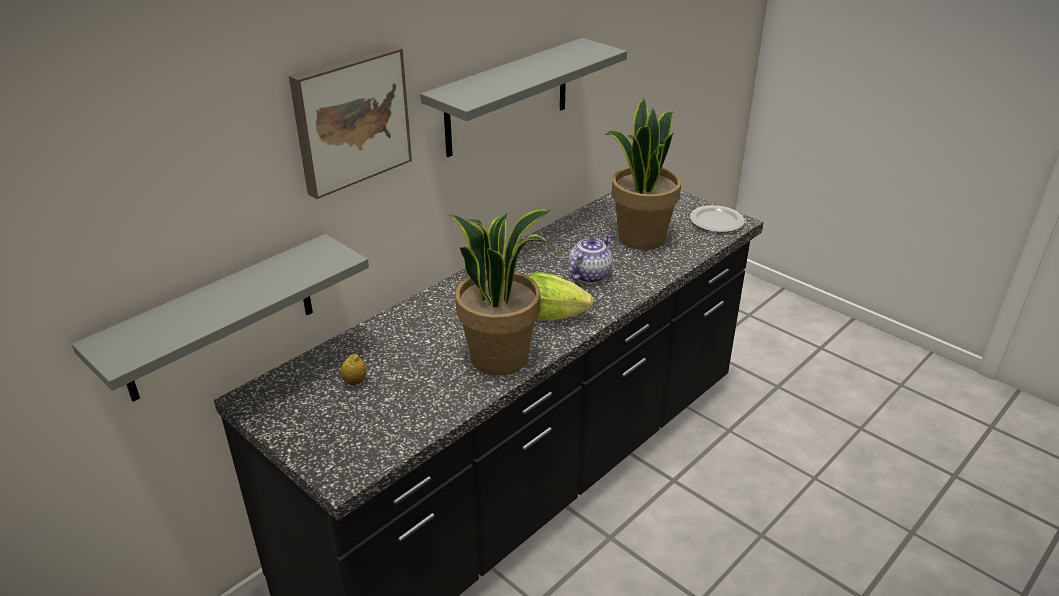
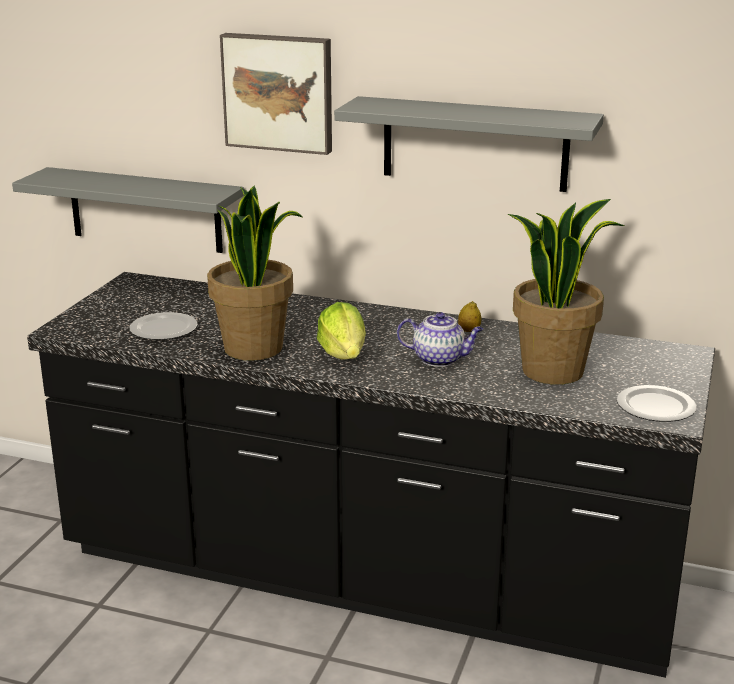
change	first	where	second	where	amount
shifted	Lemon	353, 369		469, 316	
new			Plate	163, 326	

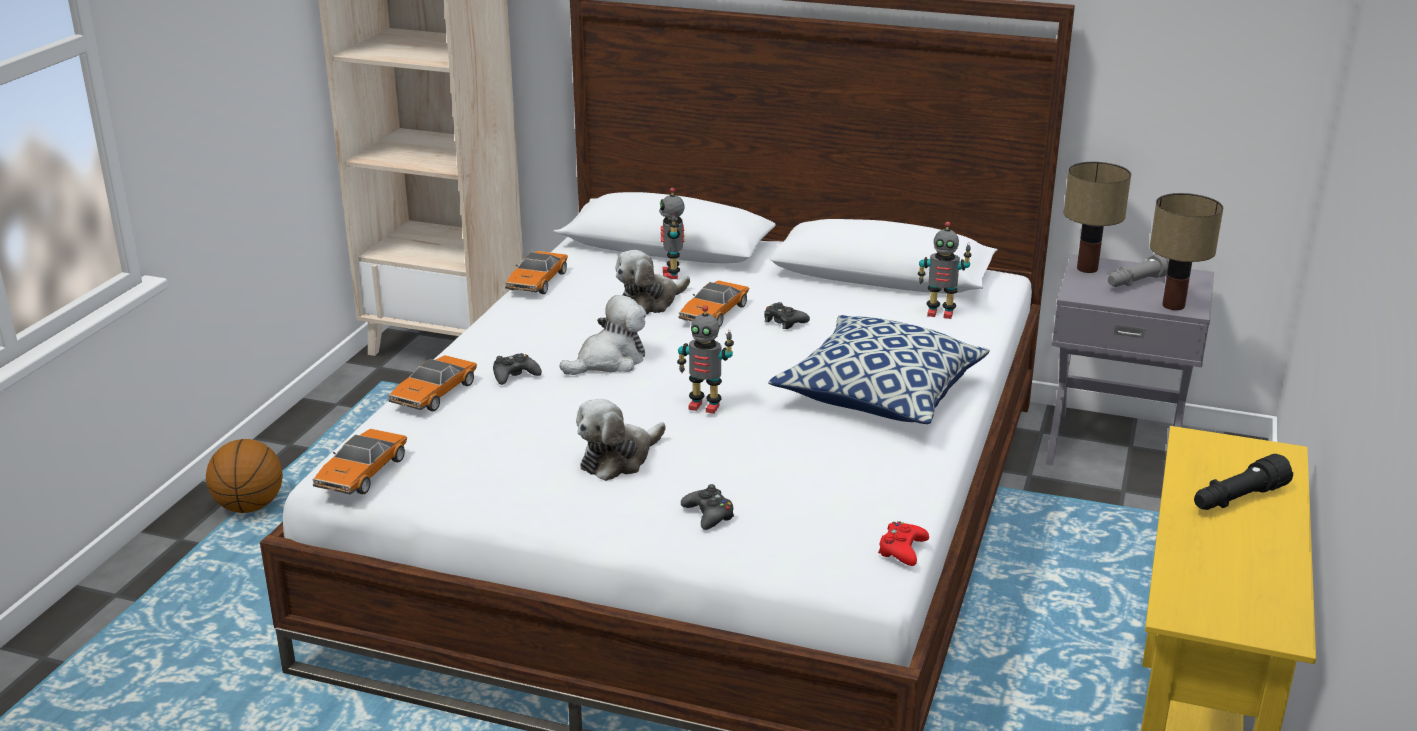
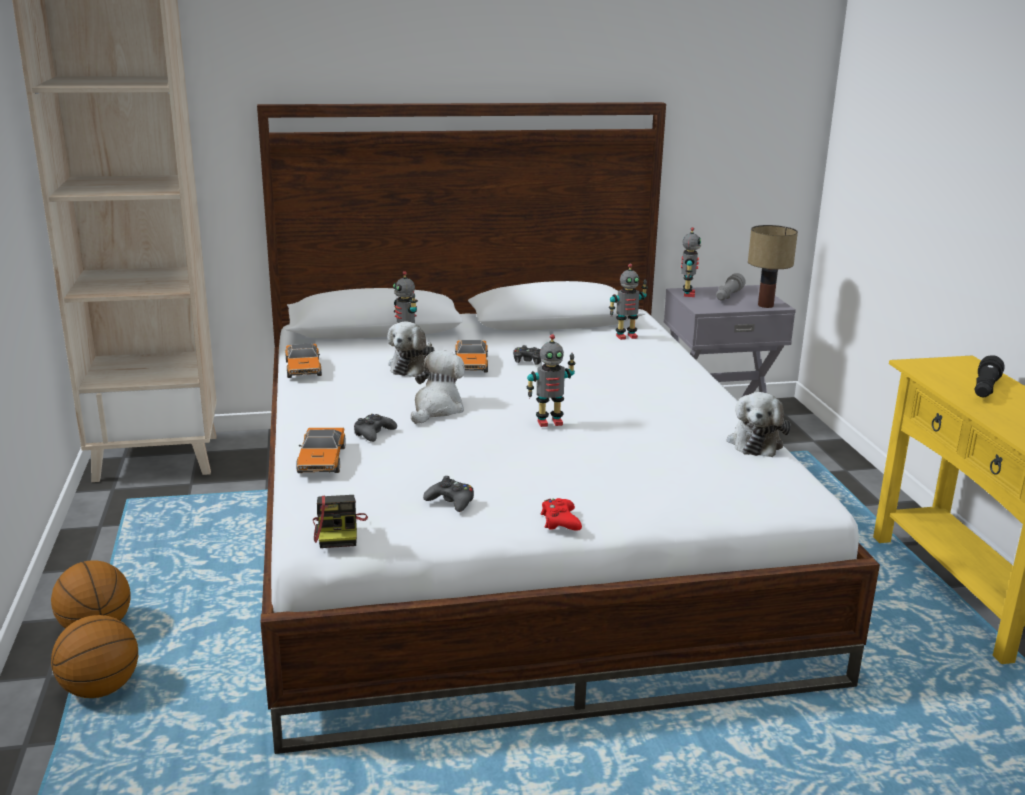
change	first	where	second	where	amount
swapped	MiniatureCar	360, 461	PhotoCamera	340, 521	
shifted	CuddlyToy	621, 440		759, 424	
shifted	BlackGameController	707, 507		448, 494	
gone	ThrowPillow	879, 369			
shifted	RedGameController	903, 543		561, 514	
swapped	TabletopLamp	1097, 217	ModelRobot	691, 262	
new			BallForBasketball	94, 656	

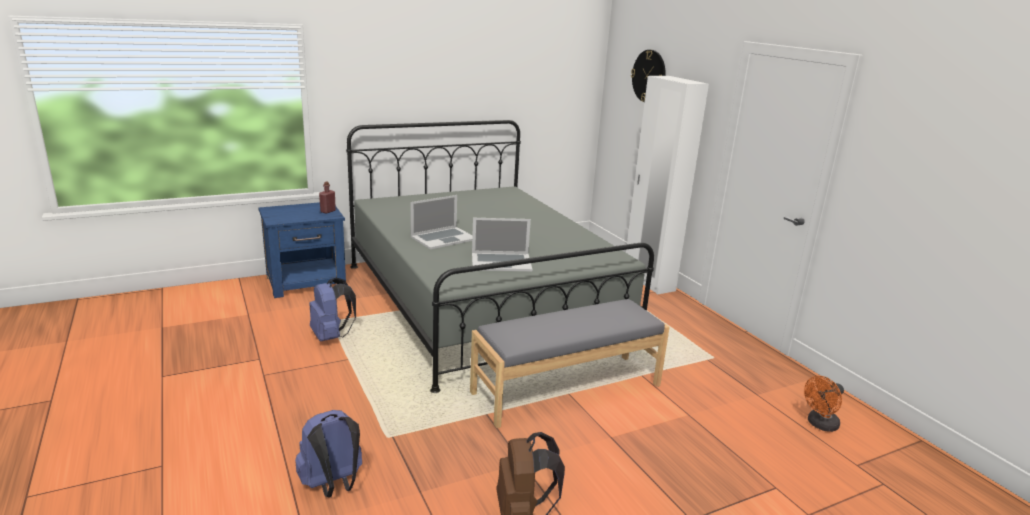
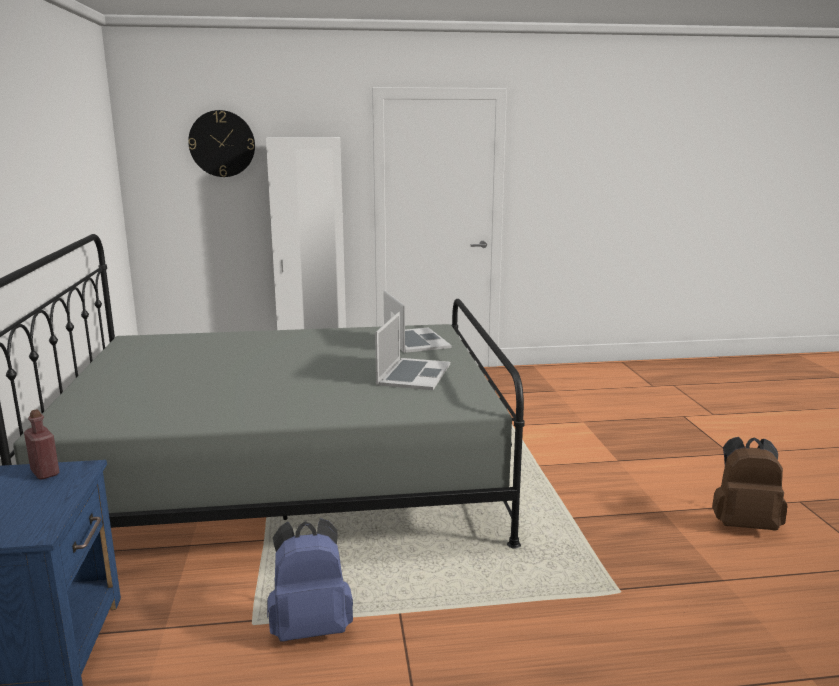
change	first	where	second	where	amount
gone	BlueBackpack	328, 454			
shifted	NotebookComputer	441, 222		418, 321	
gone	GreyishBench	570, 363			
gone	OrangeyFan	824, 404			

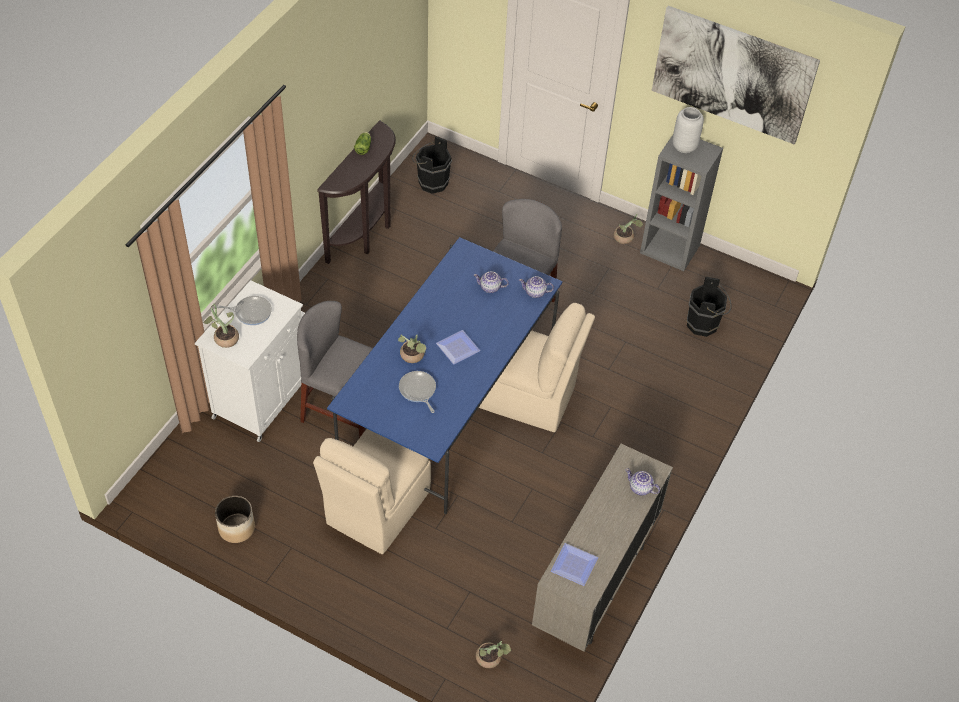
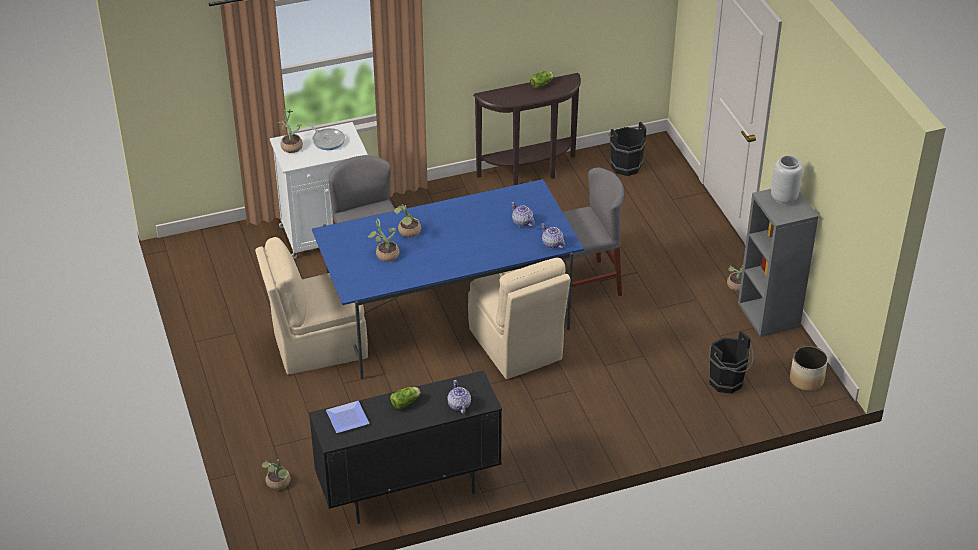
change	first	where	second	where	amount
shifted	Planter	235, 519		809, 368	
swapped	Skillet	417, 392	PlantInAPot	383, 240	
gone	Plate	458, 347			
repainted	BeigeColouredCupboard	602, 547	BlackCupboard	405, 447	
gone	WallArt	736, 75			
new			HeadOfLettuce	405, 398	

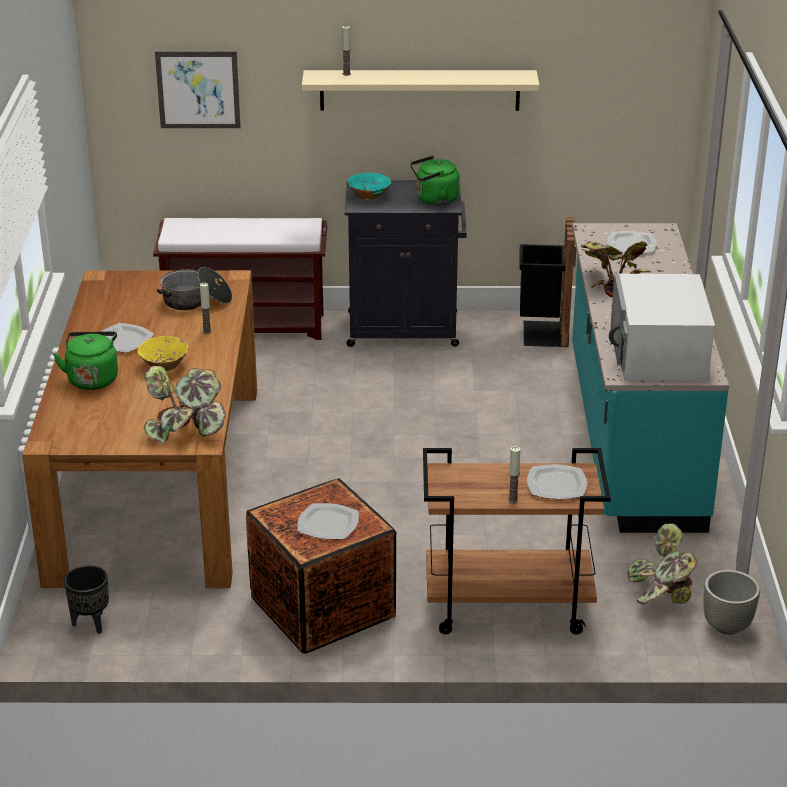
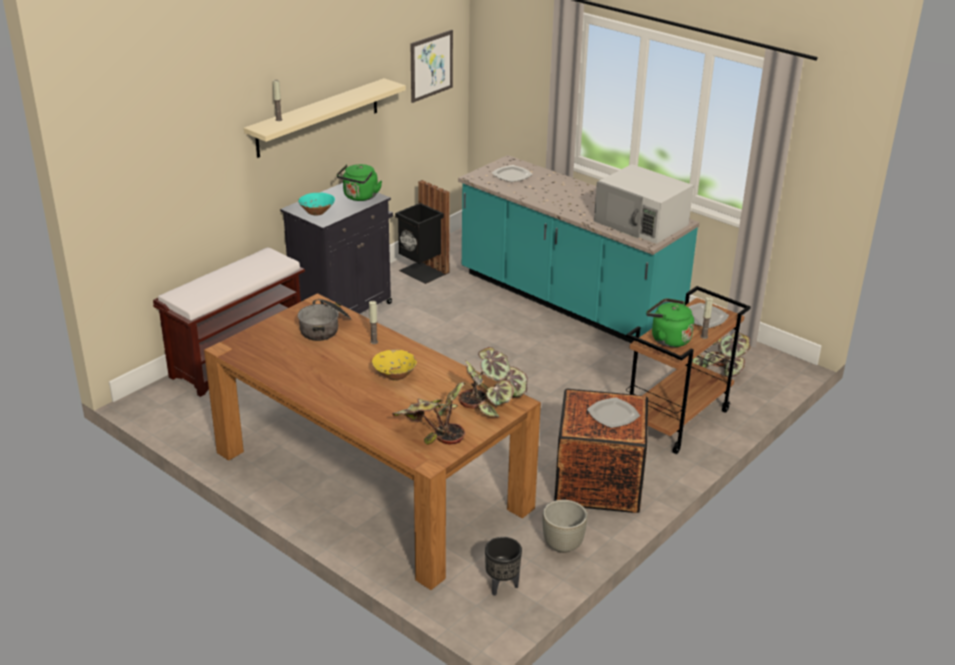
change	first	where	second	where	amount
shifted	GreenKettle	85, 360		670, 322	
gone	Plate	127, 338			
shifted	WallArt	198, 89		432, 66	
shifted	PlantInAPot	615, 269		428, 413	
shifted	GreyishPlanter	731, 602		565, 526	

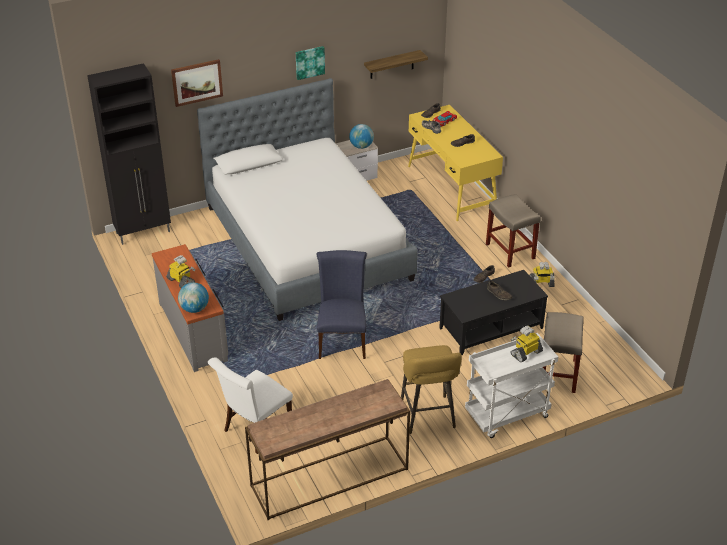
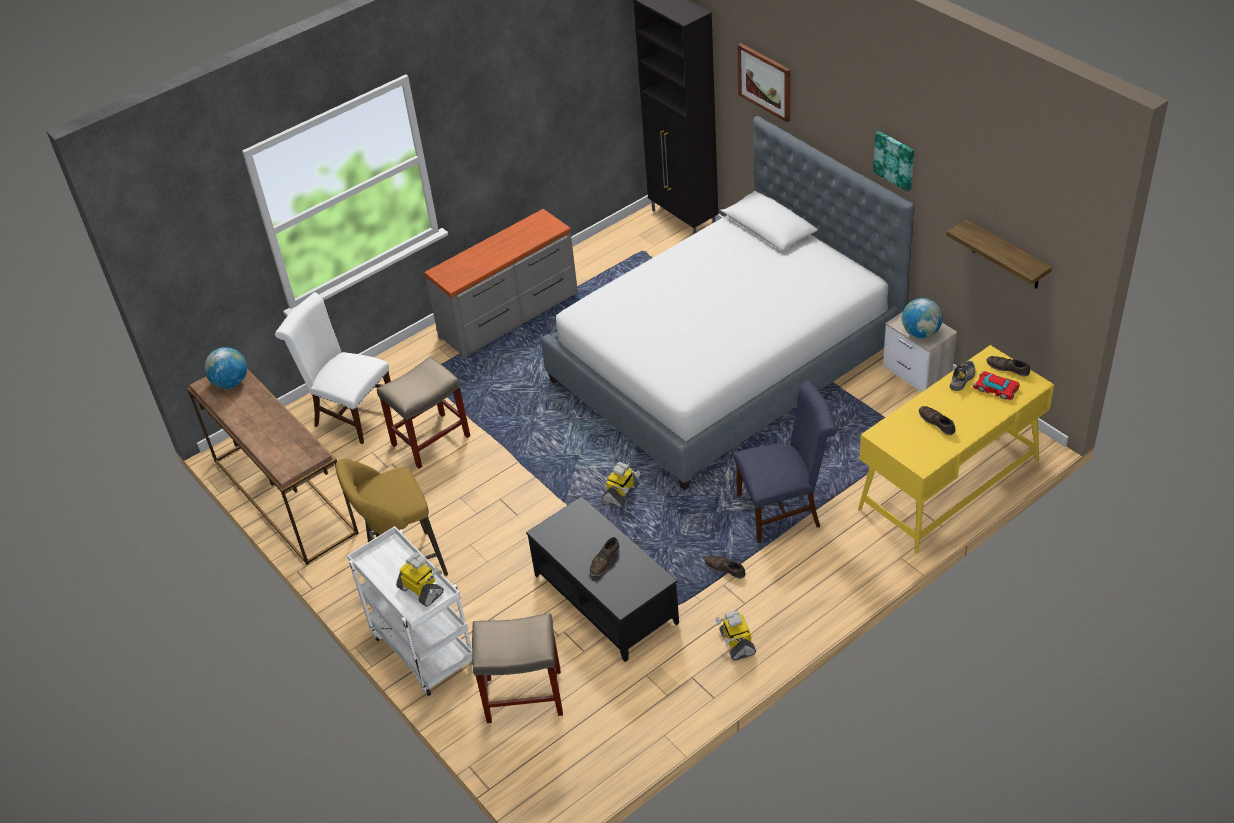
change	first	where	second	where	amount
shifted	ModelRobot	180, 271		621, 485	
shifted	DeskGlobe	193, 297		225, 368	
shifted	BlueUprightChair	341, 304		785, 461	
shifted	BeigeColouredStool	513, 231		423, 413	

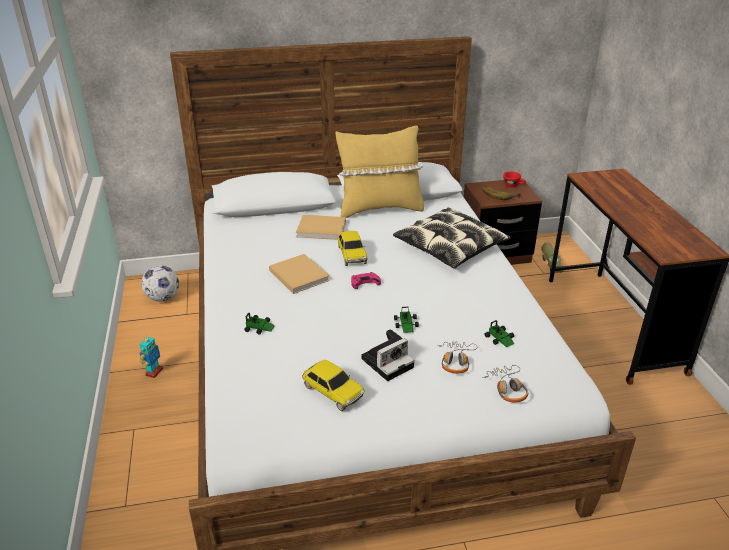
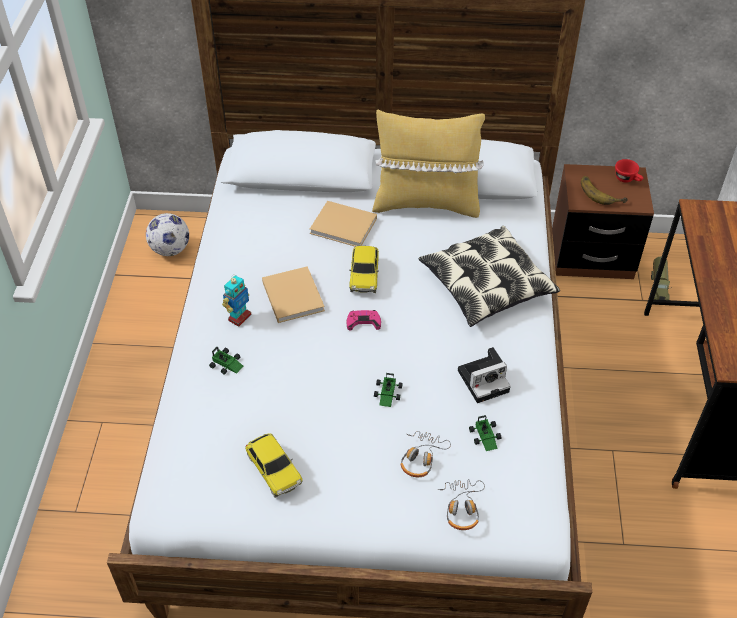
change	first	where	second	where	amount
shifted	ModelRobot	151, 356		236, 300	
shifted	PhotoCamera	388, 355		484, 375	

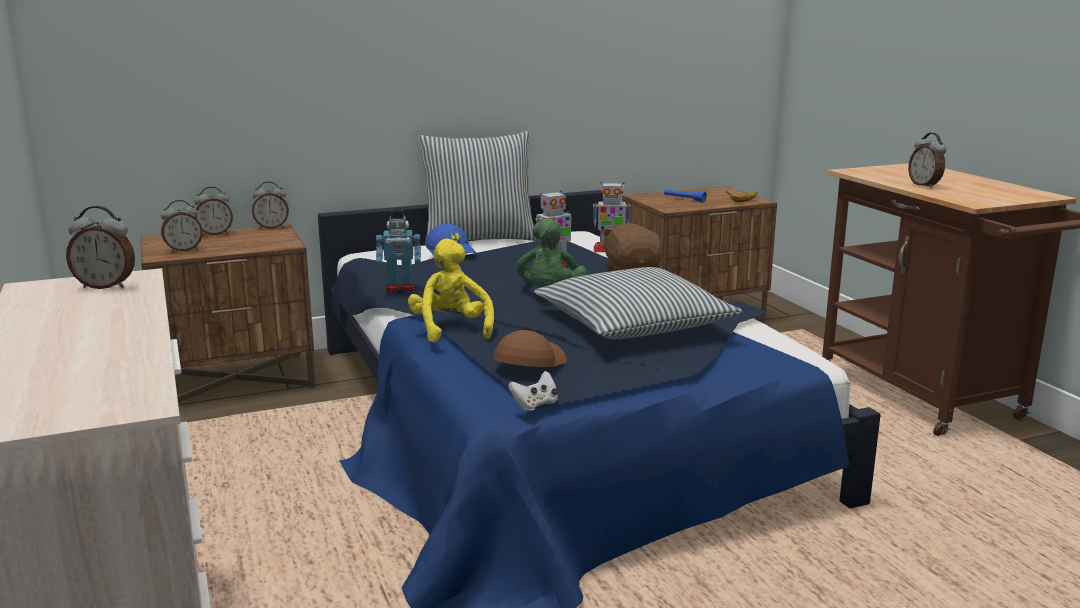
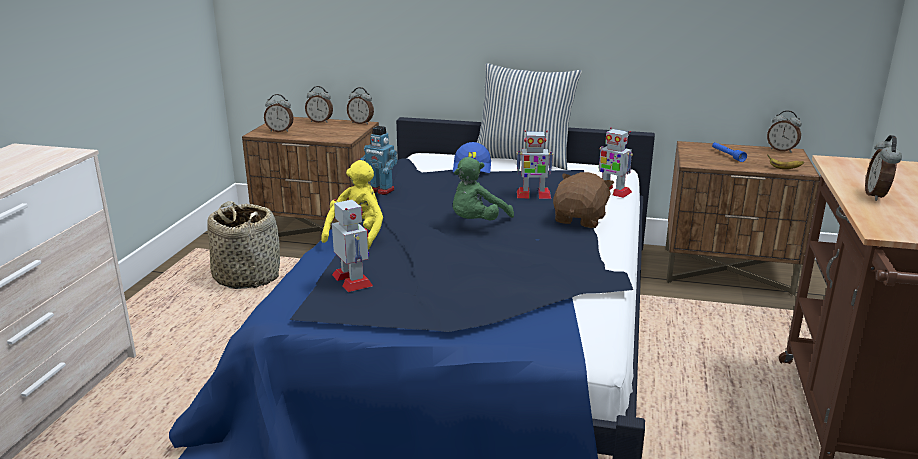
change	first	where	second	where	amount
shifted	BedsideClock	100, 247		784, 131	
swapped	BrownishCap	530, 348	ModelRobot	352, 245	
gone	WhiteColouredGameController	533, 391			
gone	ThrowPillow	638, 303			
new			Basket	244, 245	

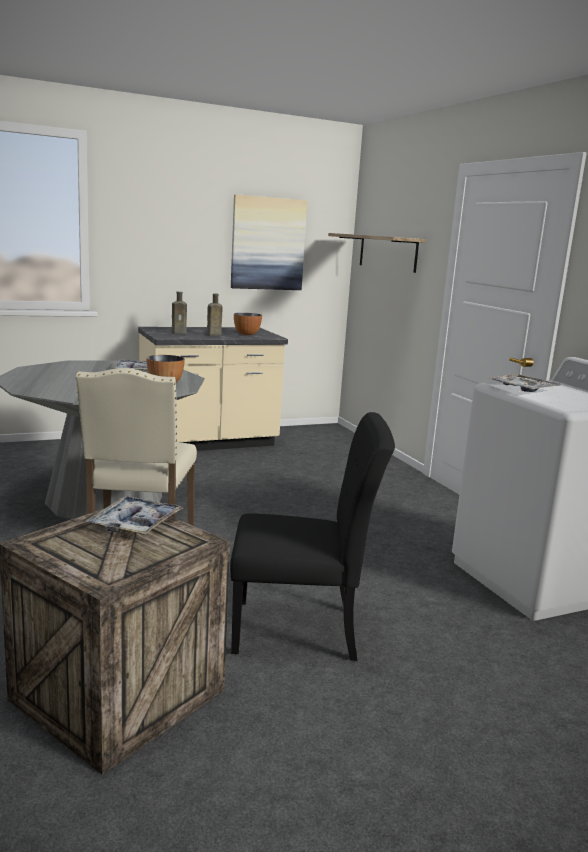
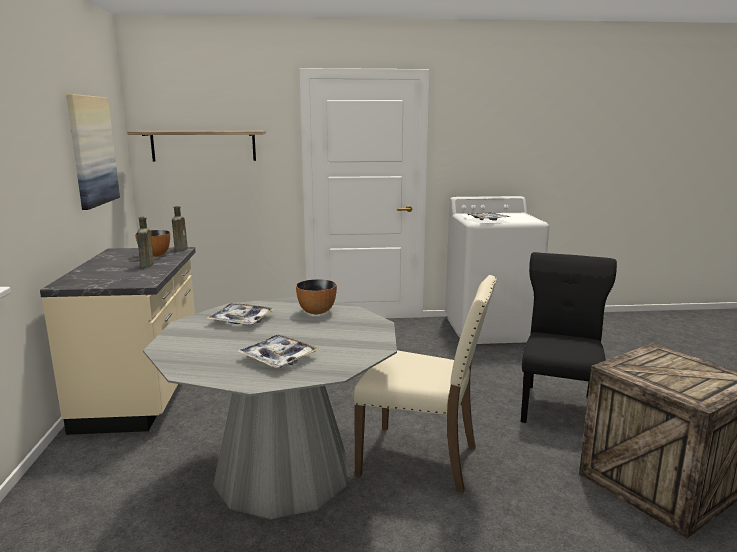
change	first	where	second	where	amount
shifted	ServingTray	134, 515		278, 351	
shifted	BrownishDrinkBottle	179, 313		180, 228	

